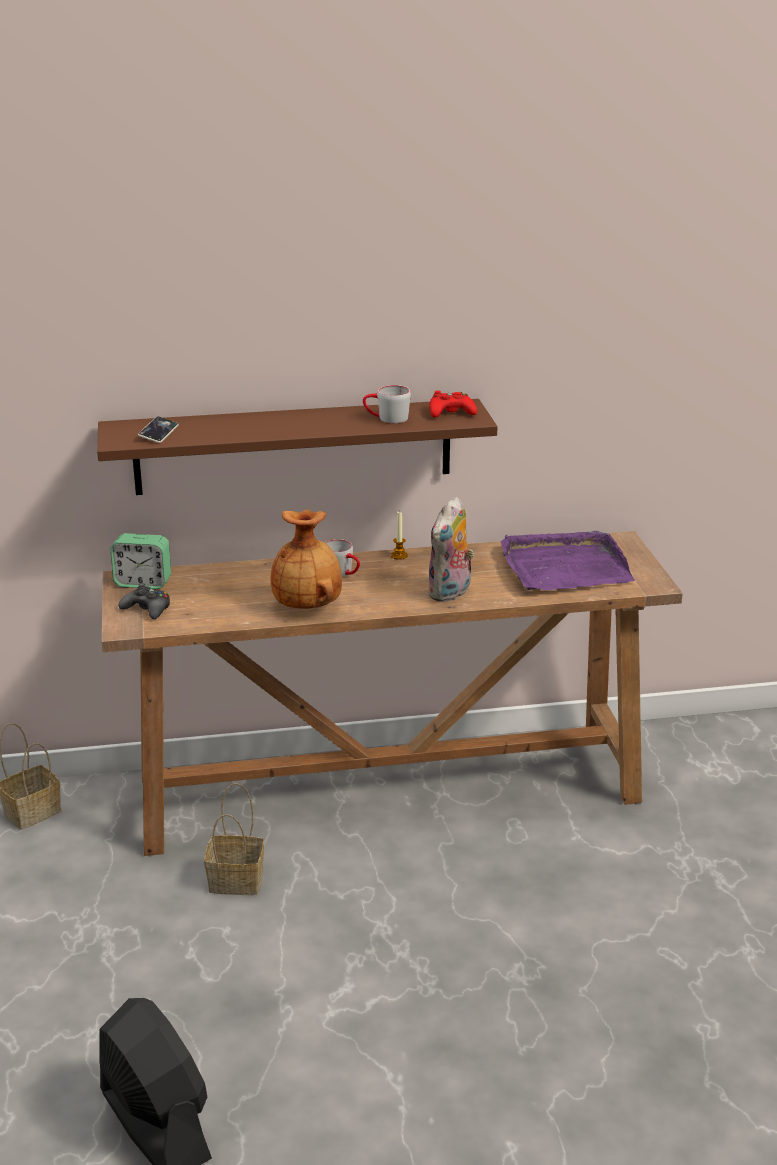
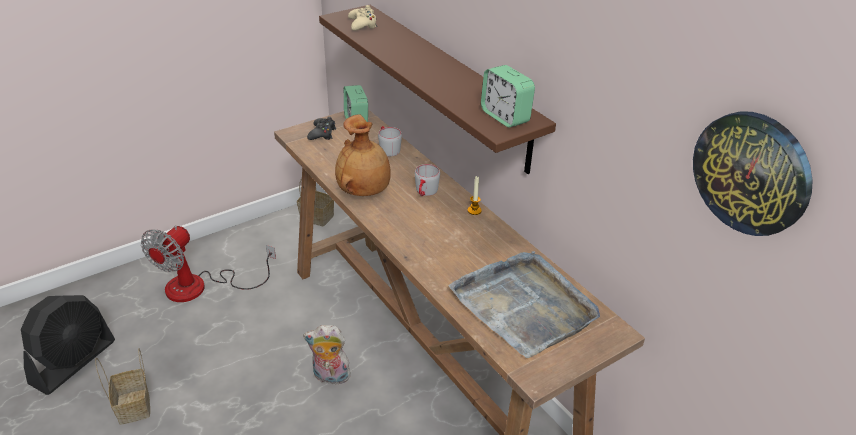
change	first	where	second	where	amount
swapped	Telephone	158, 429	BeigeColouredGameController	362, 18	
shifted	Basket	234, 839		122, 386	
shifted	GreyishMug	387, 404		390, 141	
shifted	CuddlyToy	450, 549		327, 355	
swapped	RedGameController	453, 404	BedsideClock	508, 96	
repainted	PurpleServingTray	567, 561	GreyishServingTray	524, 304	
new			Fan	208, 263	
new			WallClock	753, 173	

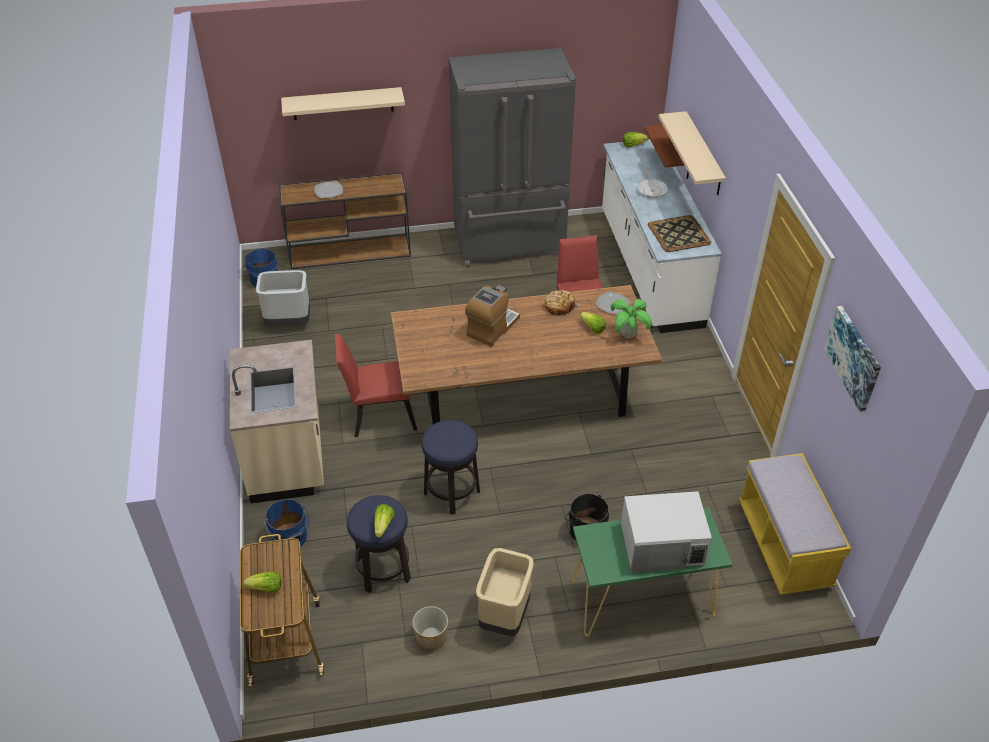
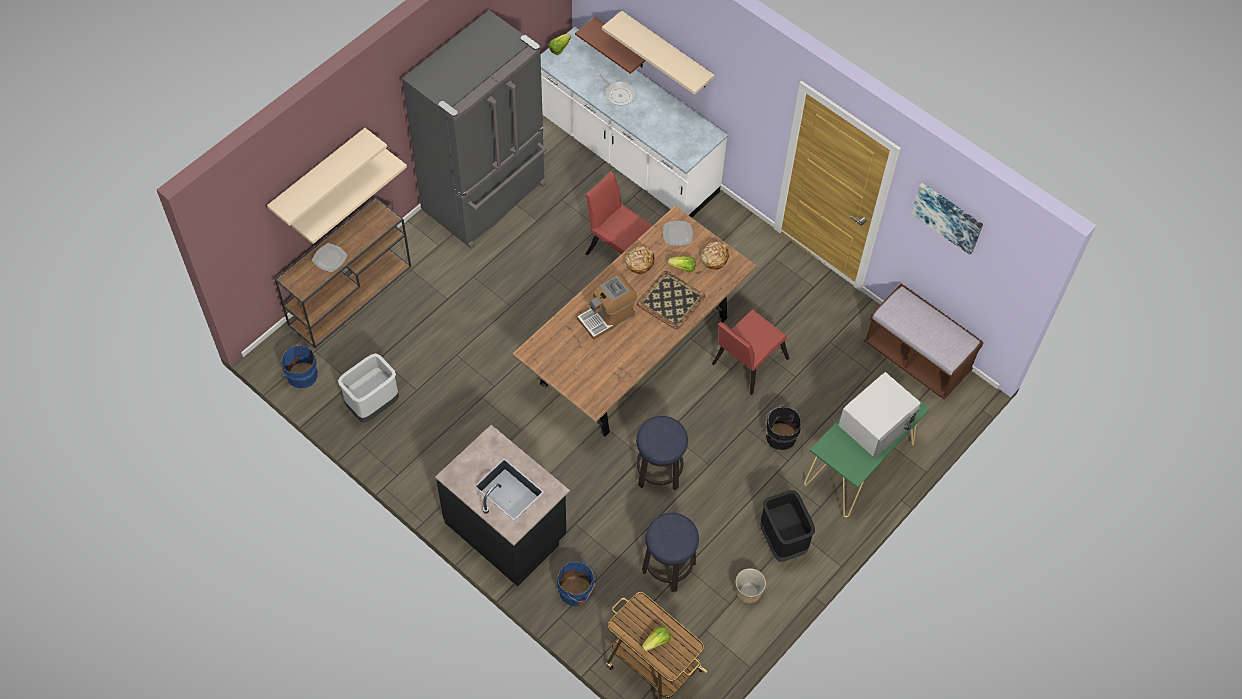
change	first	where	second	where	amount
repainted	BeigeColouredKitchenBaseUnit	277, 421	BlackKitchenBaseUnit	502, 505	
shifted	RedUprightChair	376, 385		751, 352	
gone	HeadOfLettuce	384, 521			
rotated	CoffeeMaker	492, 316		607, 307	120 degrees counterclockwise
repainted	BeigeColouredTrashCan	505, 592	BlackTrashCan	787, 526	
swapped	PlantInAPot	631, 318	Bread	715, 256	
shifted	ServingTray	679, 233		671, 300	
repainted	YellowColouredBench	795, 524	BrownishBench	924, 342	
new			BeigeColouredWallShelf	349, 196	

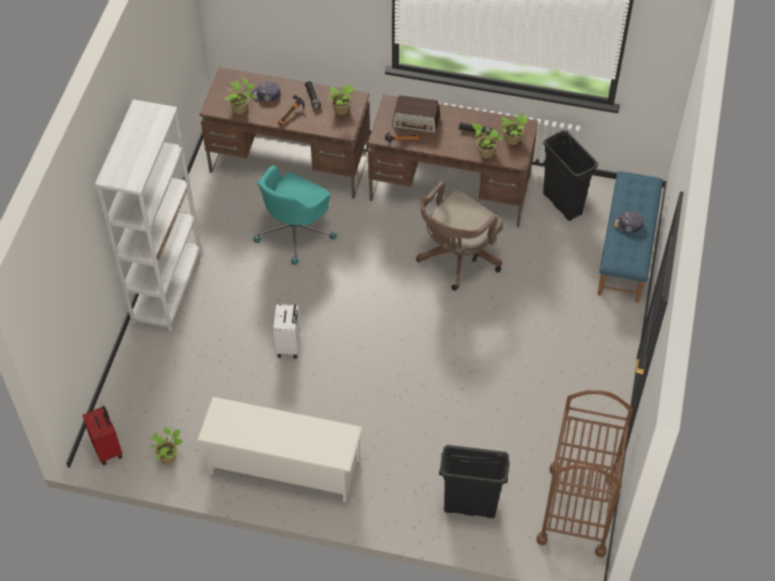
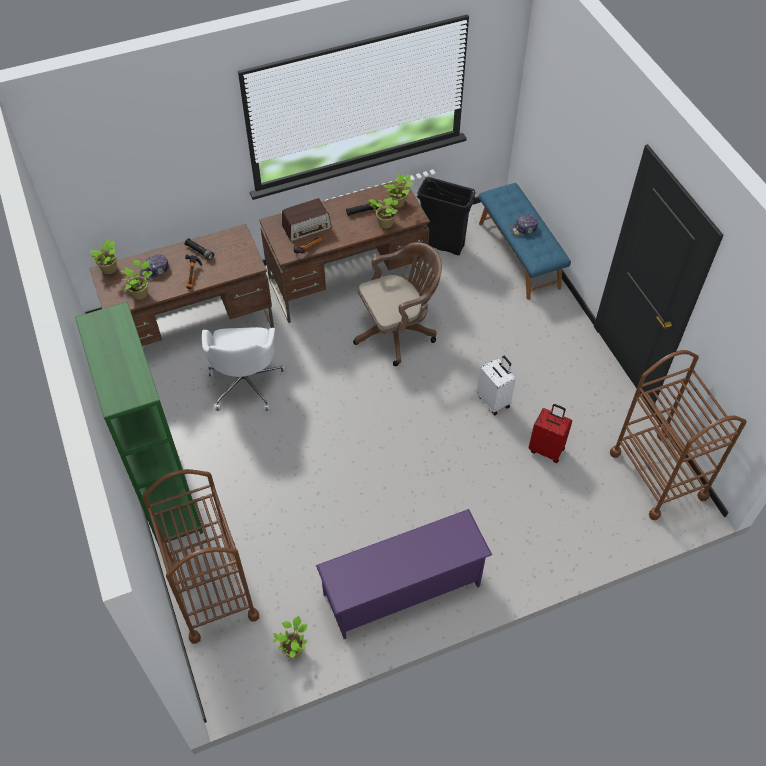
change	first	where	second	where	amount
shifted	RedPieceOfLuggage	102, 435		550, 433	
repainted	WhiteColouredBookcase	148, 215	GreenBookcase	139, 424	
repainted	WhiteColouredShoeStand	279, 449	PurpleShoeStand	404, 574	
repainted	BlueGreenOfficeChair	295, 215	WhiteColouredOfficeChair	243, 369	
shifted	WhiteColouredPieceOfLuggage	286, 331		496, 385	
shifted	PlantInAPot	341, 99		103, 256	
rotated	BrownishOfficeChair	459, 236		397, 304	120 degrees counterclockwise
gone	BlackTrashCan	474, 481			
new			BrownishCart	201, 556	

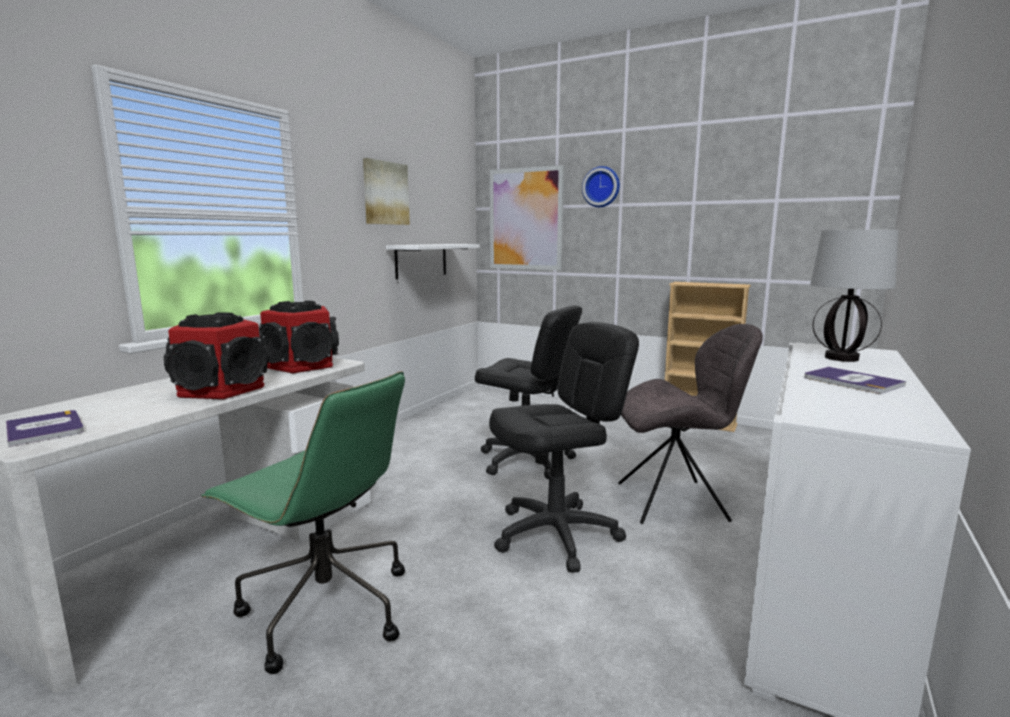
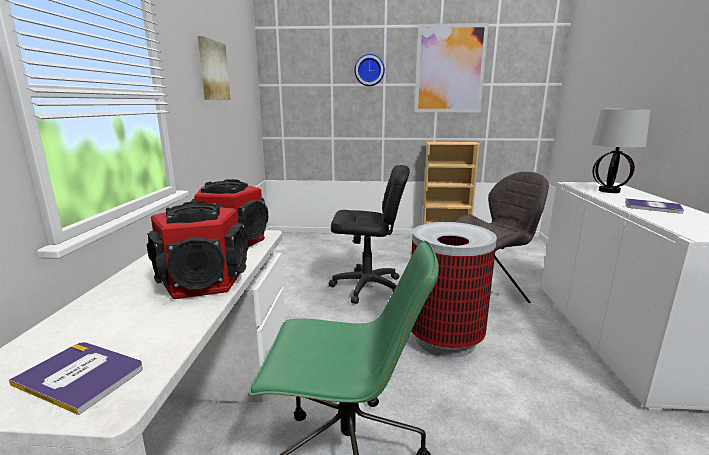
change	first	where	second	where	amount
gone	WhiteColouredWallShelf	433, 262			
swapped	BlackOfficeChair	564, 447	TrashCan	454, 290	
shifted	WallArt	527, 217		451, 67	

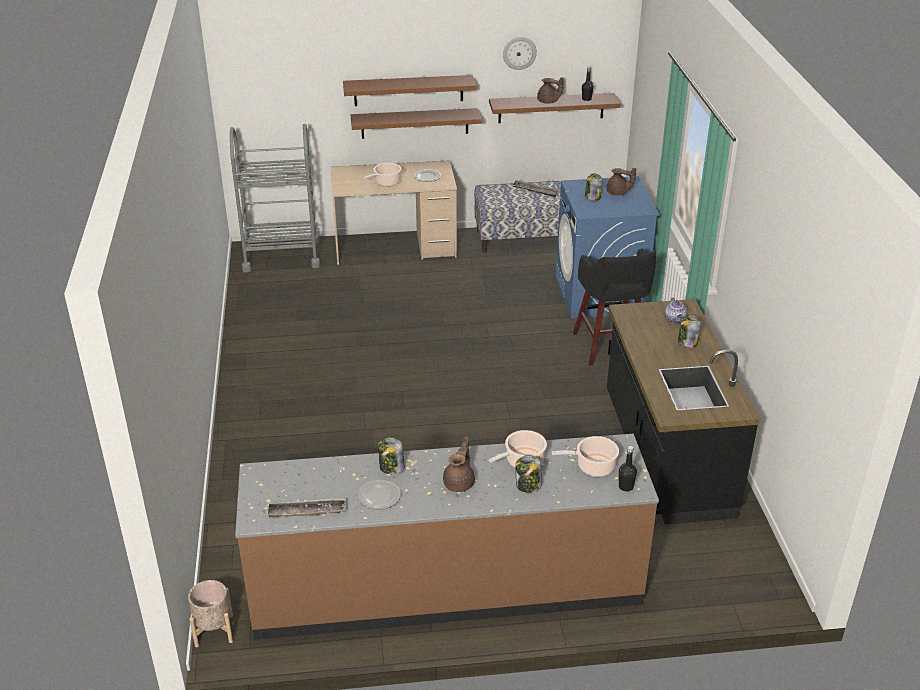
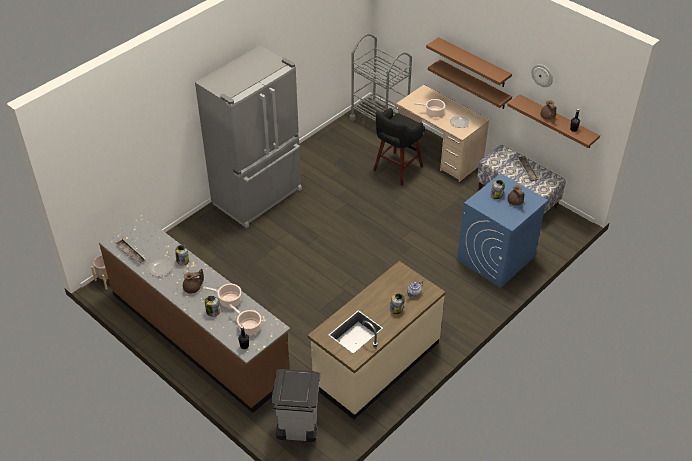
change	first	where	second	where	amount
shifted	BlackStool	614, 307		399, 146	
repainted	BlackKitchenBaseUnit	683, 412	BeigeColouredKitchenBaseUnit	377, 340	
new			GreyishKitchenFridge	248, 137	
new			GreyishTrashCan	296, 405	

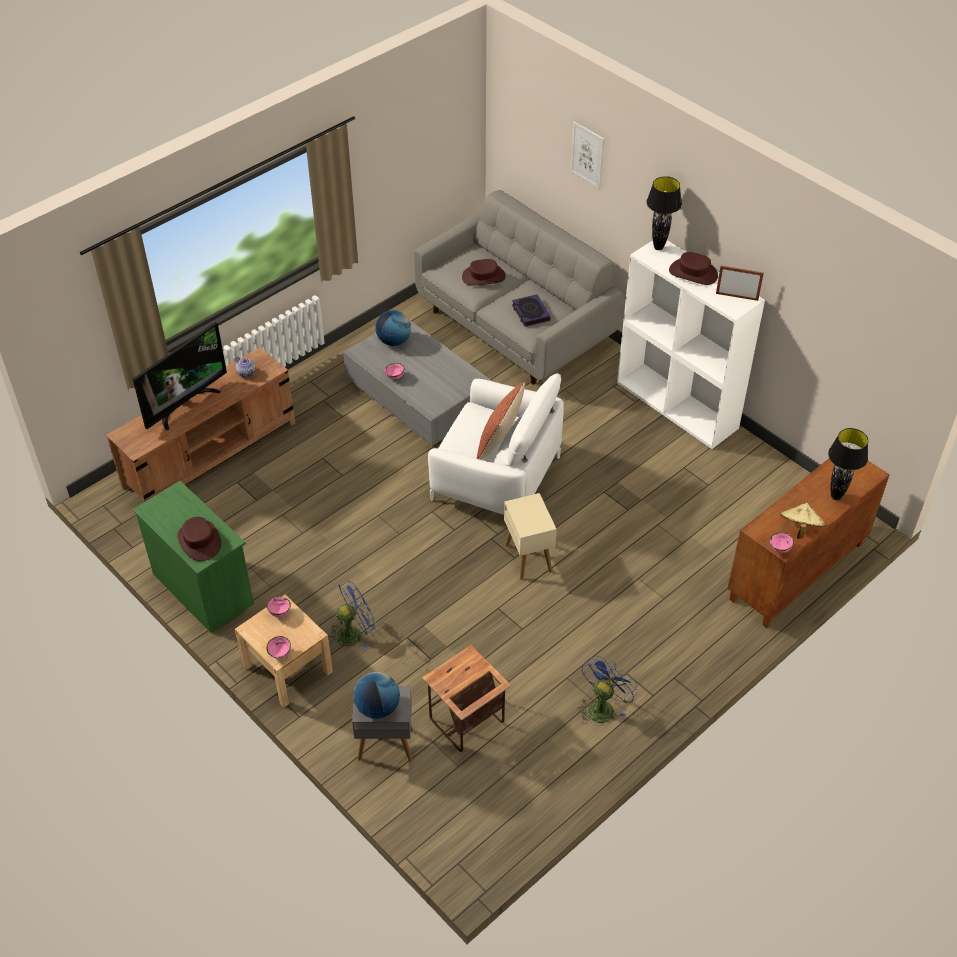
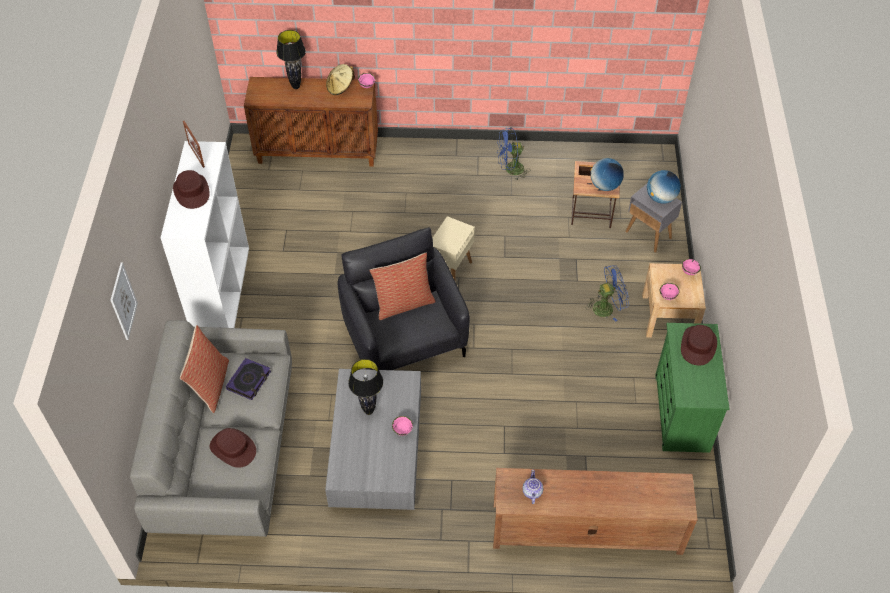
change	first	where	second	where	amount
gone	Television	180, 376			
rotated	BlueFan	352, 615		607, 293	150 degrees clockwise
shifted	DeskGlobe	393, 328		607, 174	
repainted	WhiteColouredArmchair	496, 444	BlackArmchair	404, 298	
shifted	BlackTabletopLamp	664, 213		365, 387	
new			ThrowPillow	204, 369	

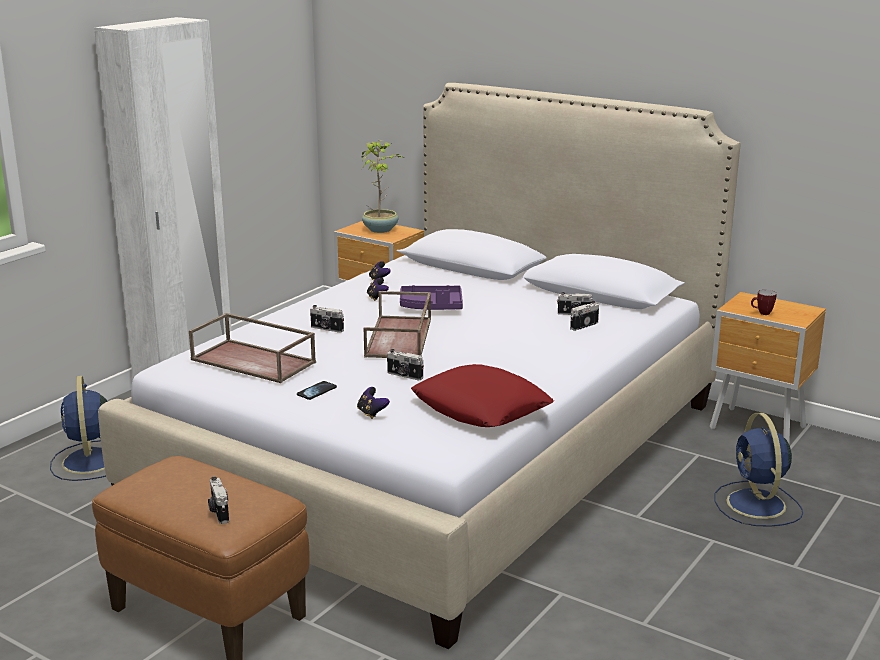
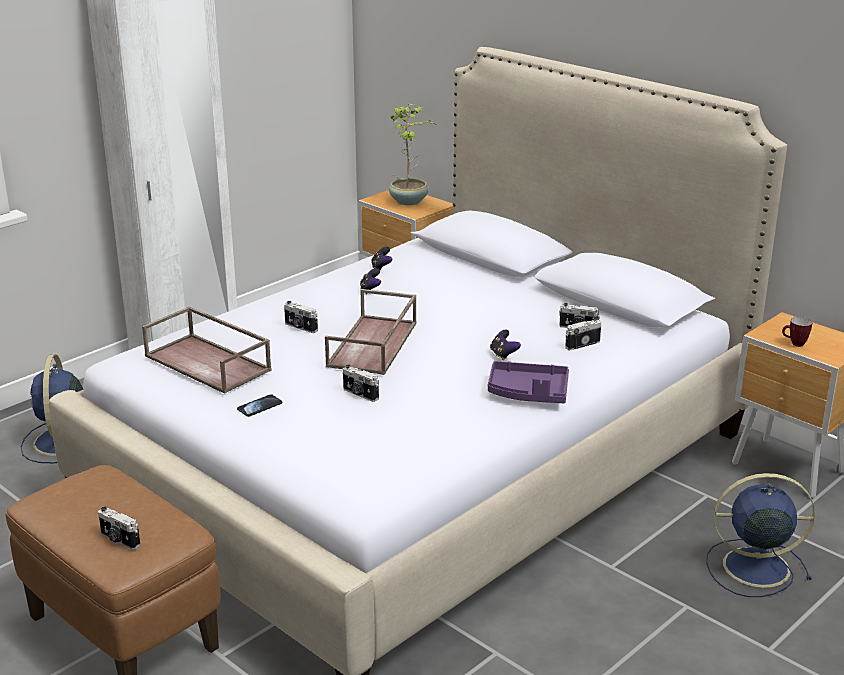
change	first	where	second	where	amount
rotated	PhotoCamera	218, 500		119, 528	45 degrees counterclockwise
shifted	GameController	373, 403		505, 345	
shifted	PurpleServingTray	431, 297		528, 382	
gone	RedThrowPillow	482, 395			
rotated	BlueFan	759, 470		760, 535	90 degrees clockwise

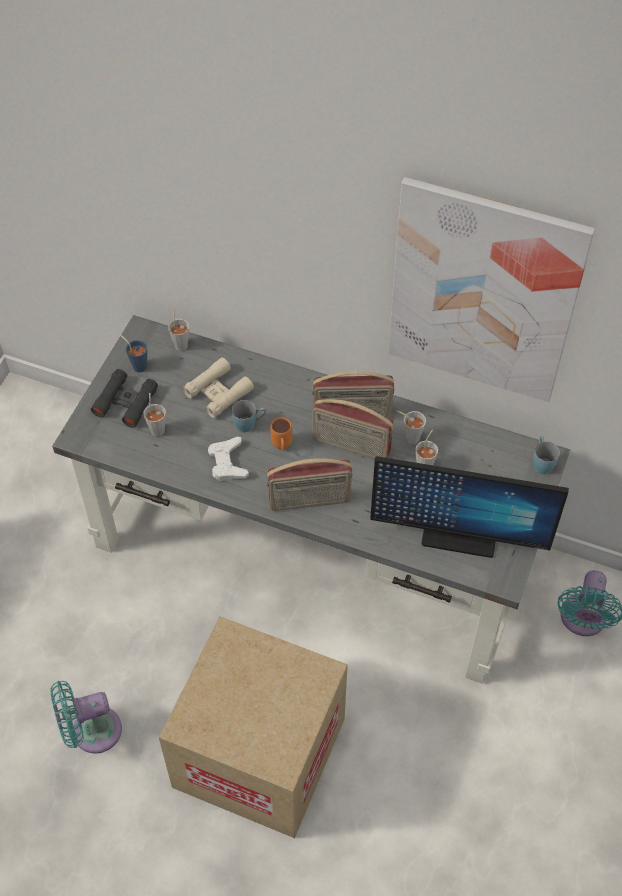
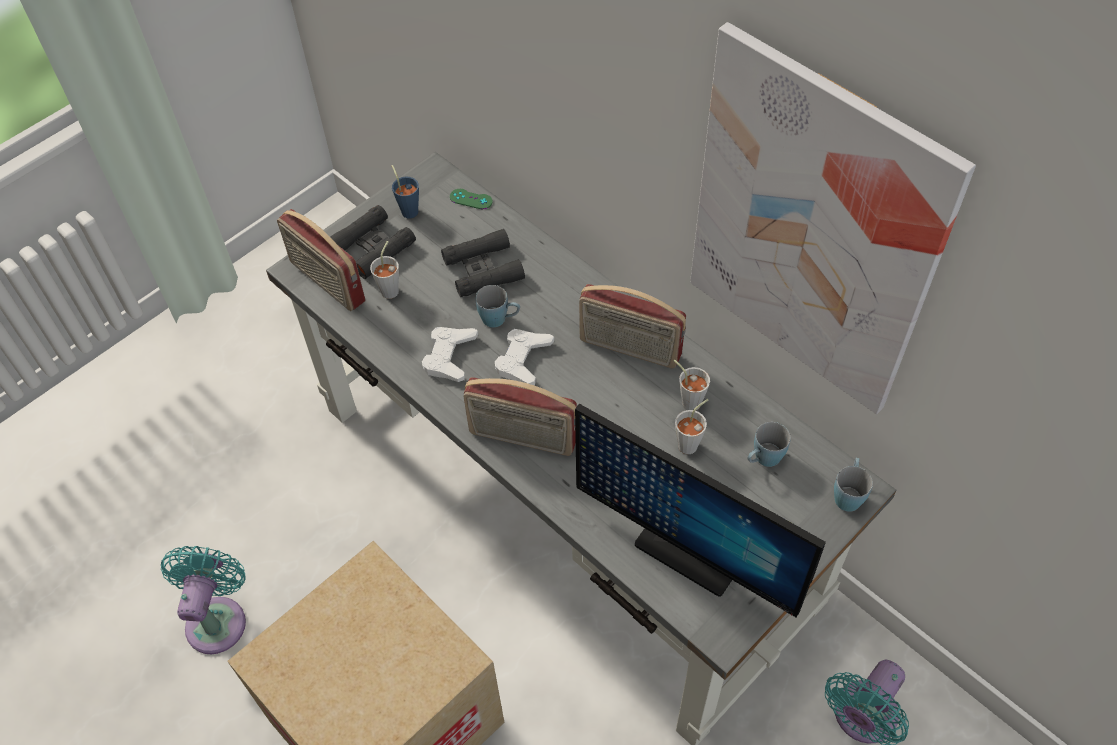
change	first	where	second	where	amount
rotated	BlueGreenFan	86, 717		203, 600	90 degrees clockwise
swapped	GreyishSmallCup	178, 329	GreenGameController	471, 199	
repainted	BeigeColouredBinoculars	218, 387	BlackBinoculars	483, 263	
swapped	OrangeyMug	281, 434	WhiteColouredGameController	524, 357	
shifted	RadioSet	353, 428		321, 260	
new			BlueMug	769, 444	

